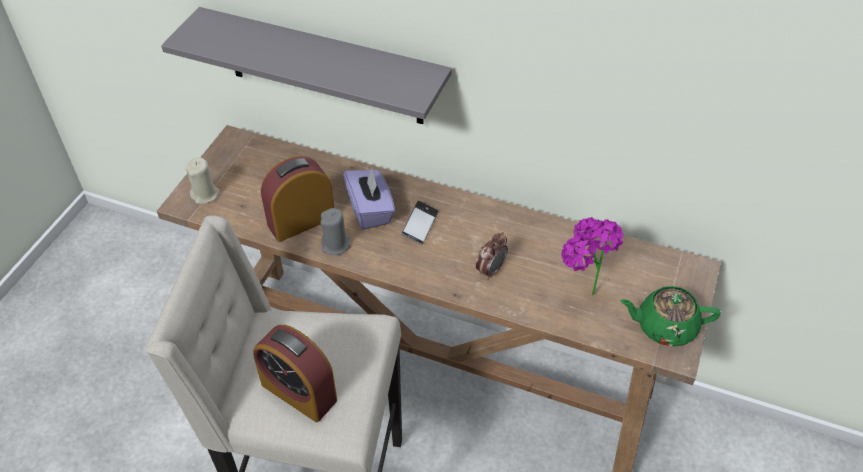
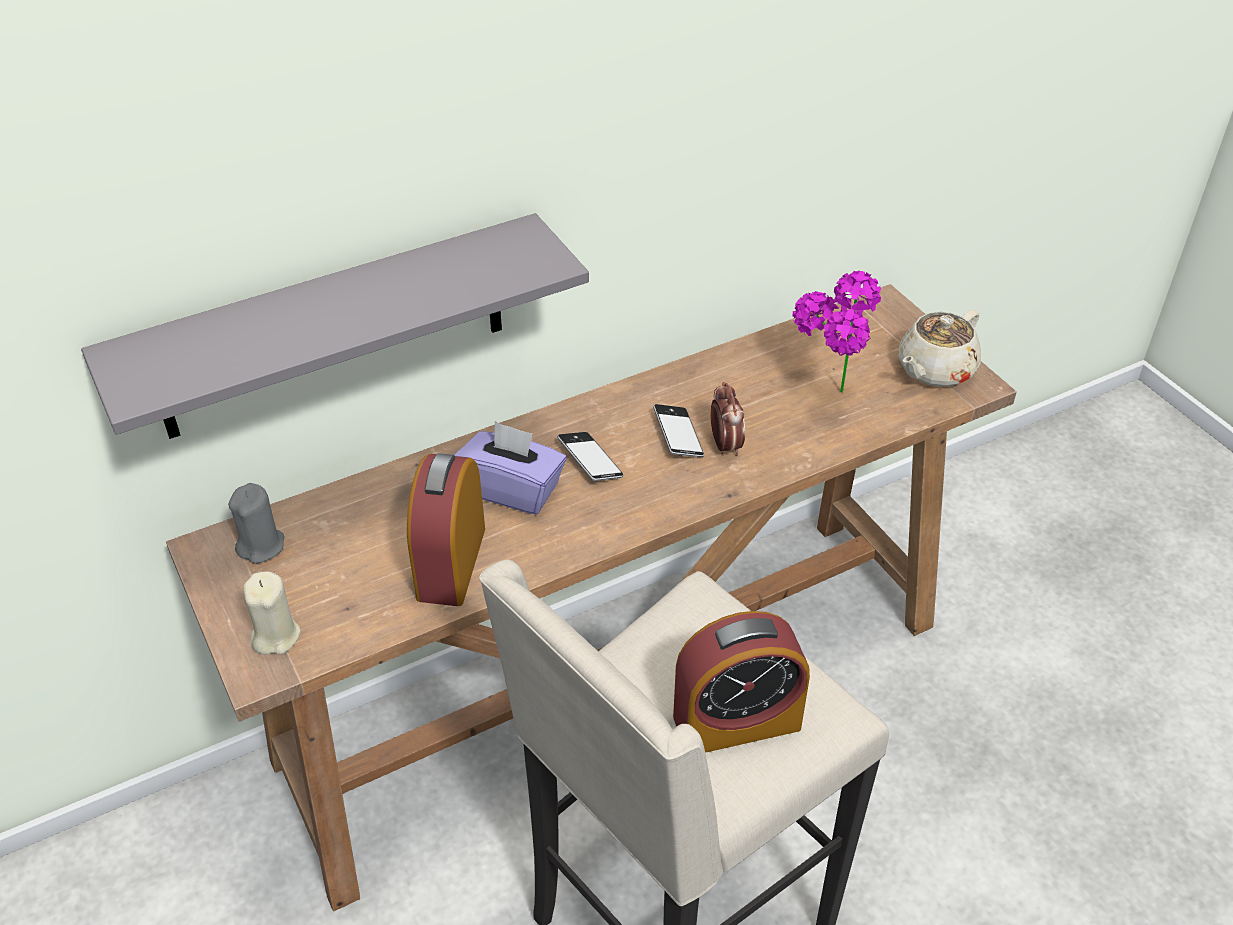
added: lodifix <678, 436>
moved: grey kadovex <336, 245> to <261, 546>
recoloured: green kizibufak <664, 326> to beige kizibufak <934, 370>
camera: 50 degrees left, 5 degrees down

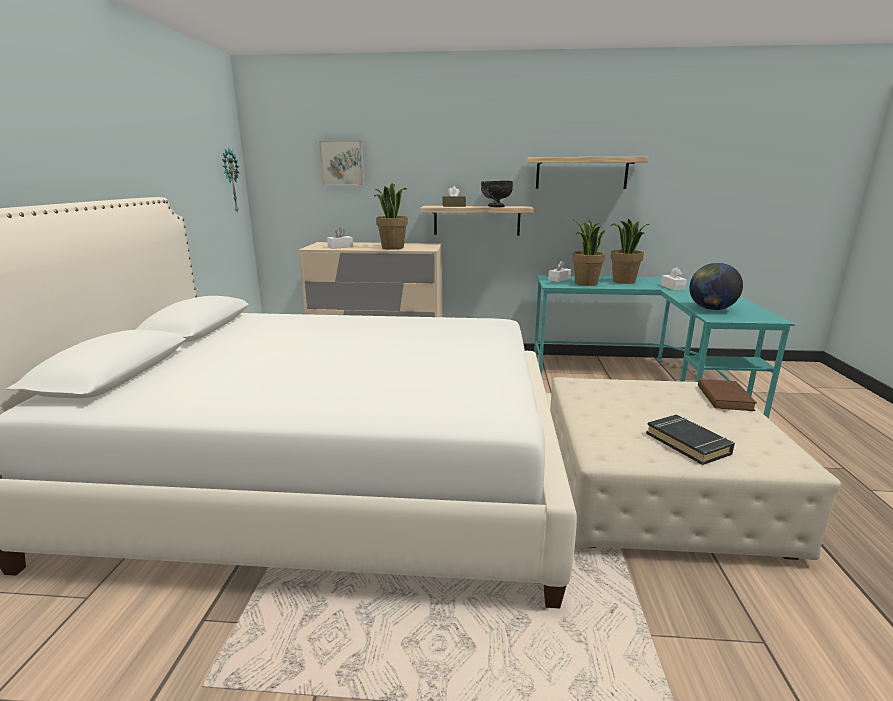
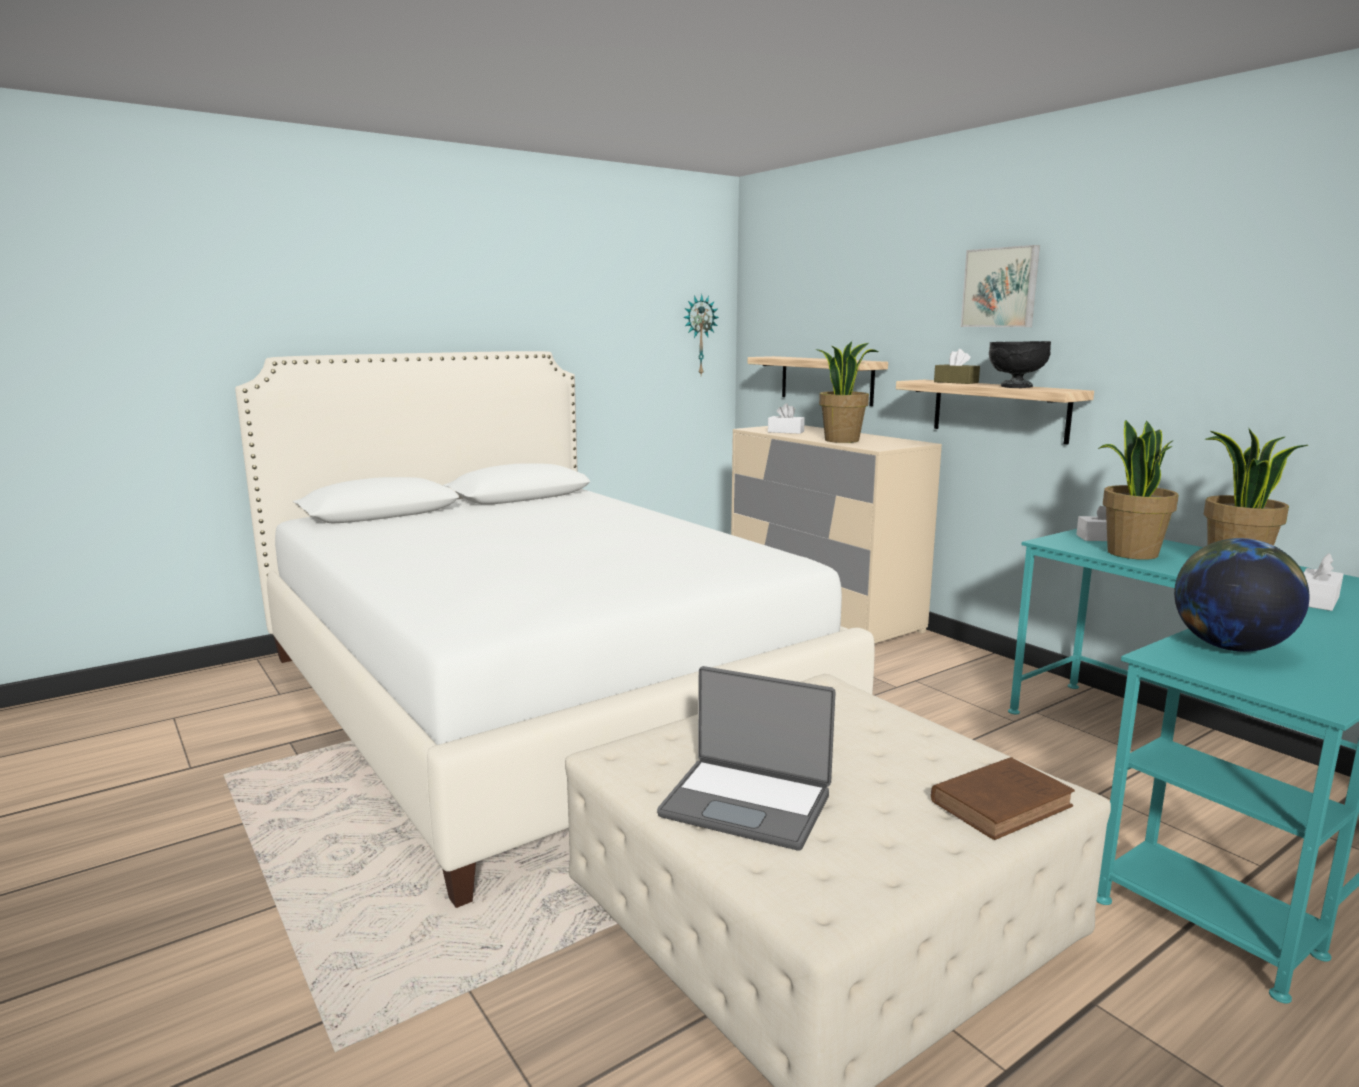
moved: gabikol <581, 173> to <826, 380>; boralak <342, 163> to <1001, 287>
replaced: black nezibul <688, 443> to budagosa <747, 803>
camera: 50 degrees right, 5 degrees down

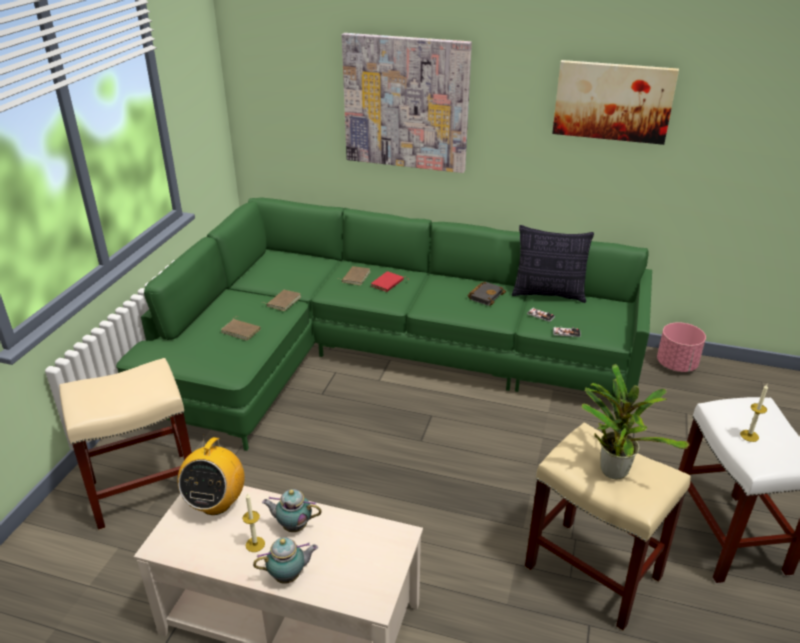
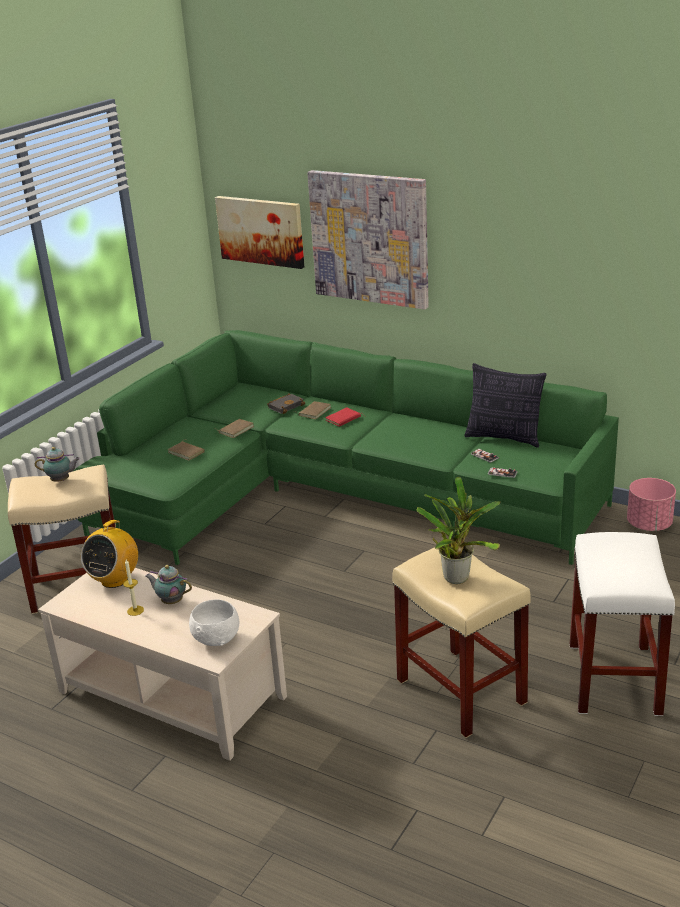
removed: kadovex <749, 435>
added: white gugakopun <217, 639>
moved: kizibufak <289, 576> to <61, 480>; boralak <613, 101> to <261, 231>; black nezibul <485, 295> to <286, 406>
camera: 15 degrees right, 5 degrees down

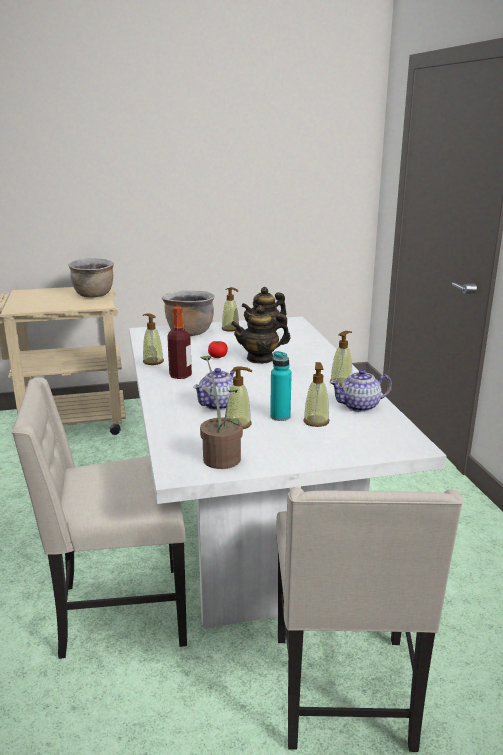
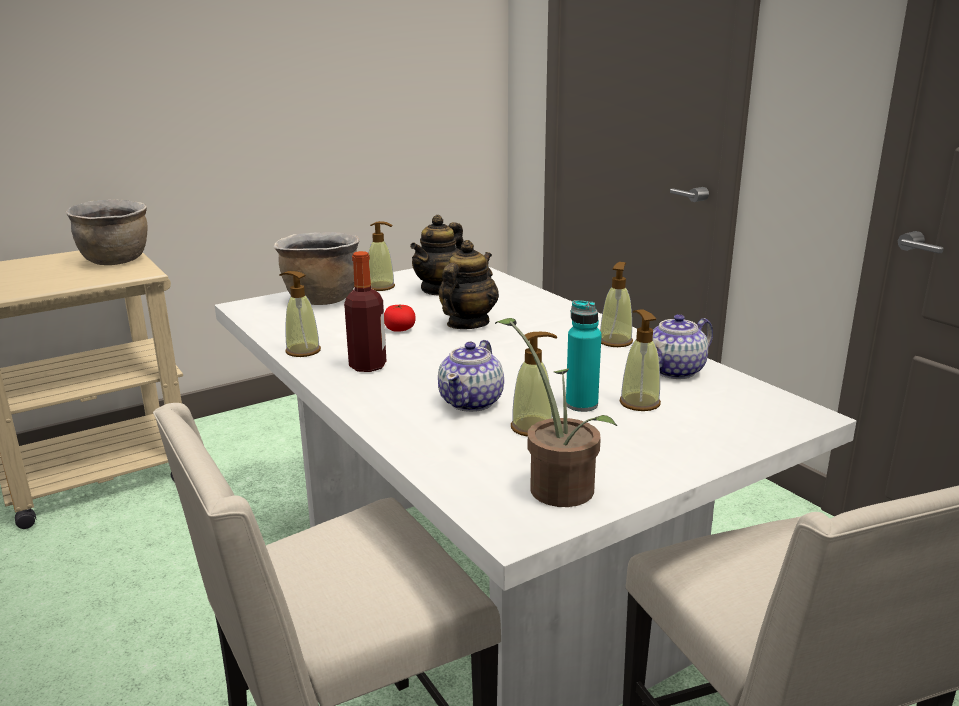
turned: kizibufak <260, 358> = <467, 324> 150 degrees clockwise
camera: 20 degrees left, 0 degrees up

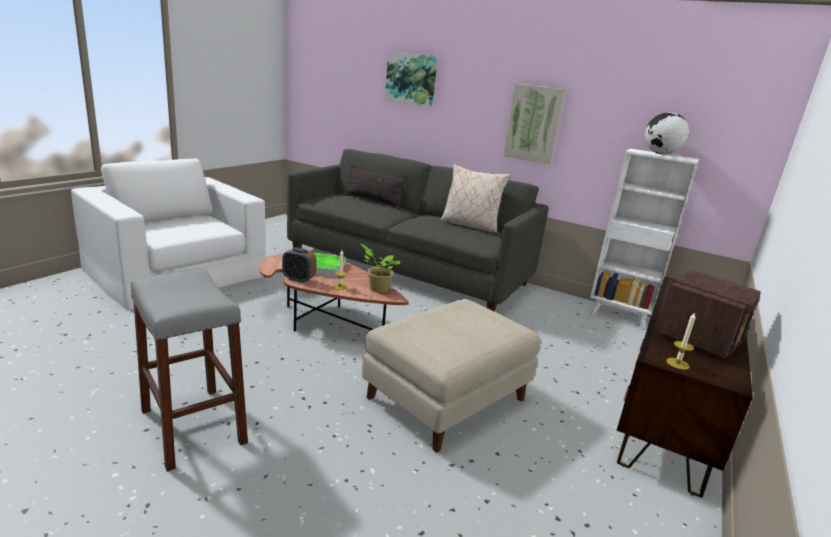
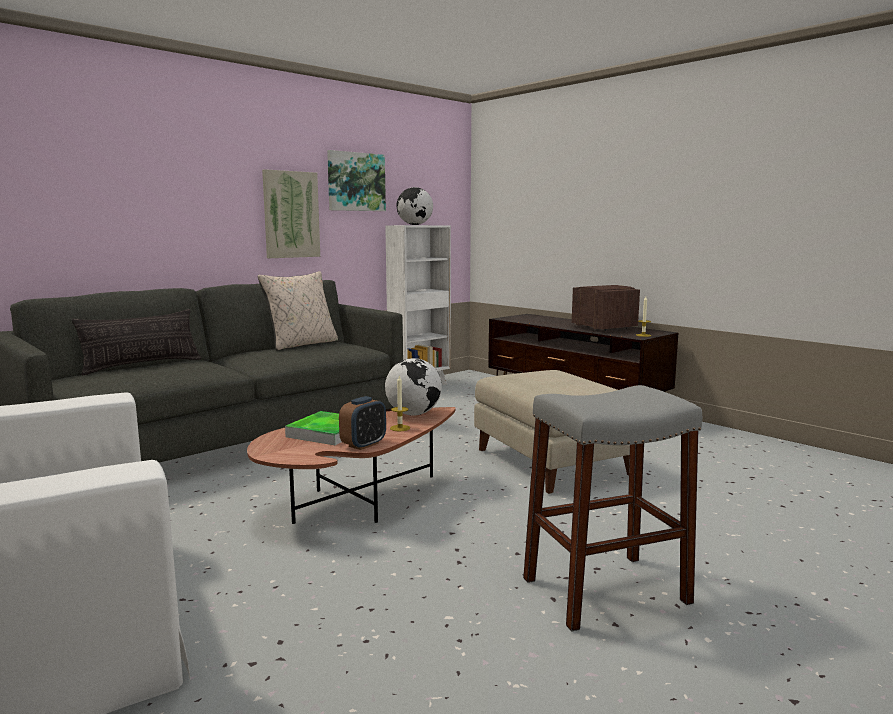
moved: boralak <411, 78> to <355, 182>
replaced: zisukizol <377, 289> to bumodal <413, 414>
camera: 70 degrees left, 10 degrees down

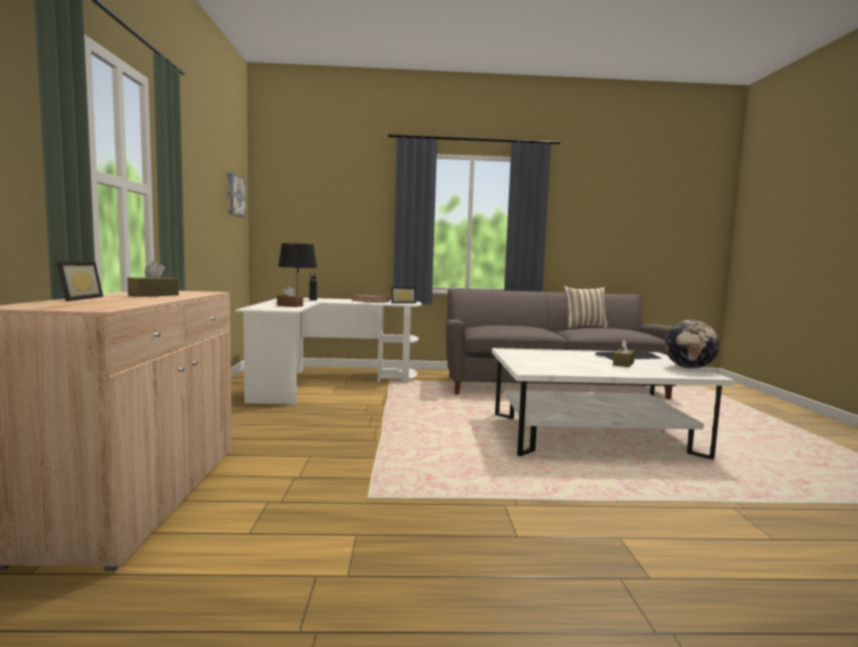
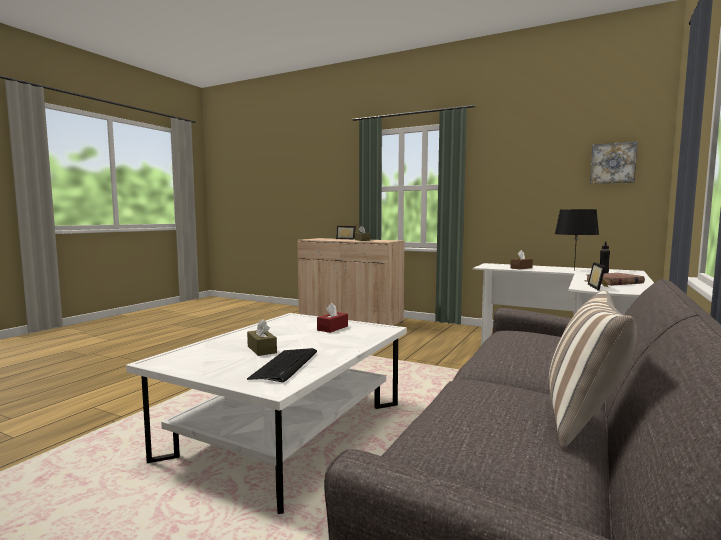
removed: bumodal <689, 368>
added: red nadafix <332, 328>
camera: 120 degrees right, 0 degrees up

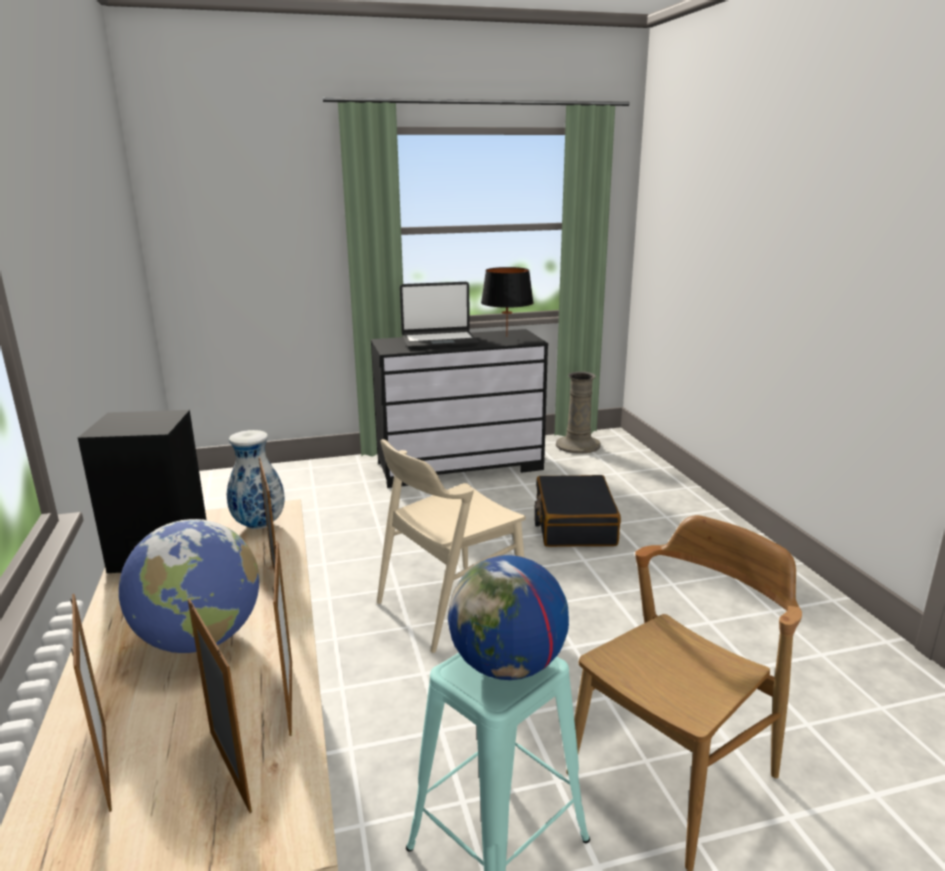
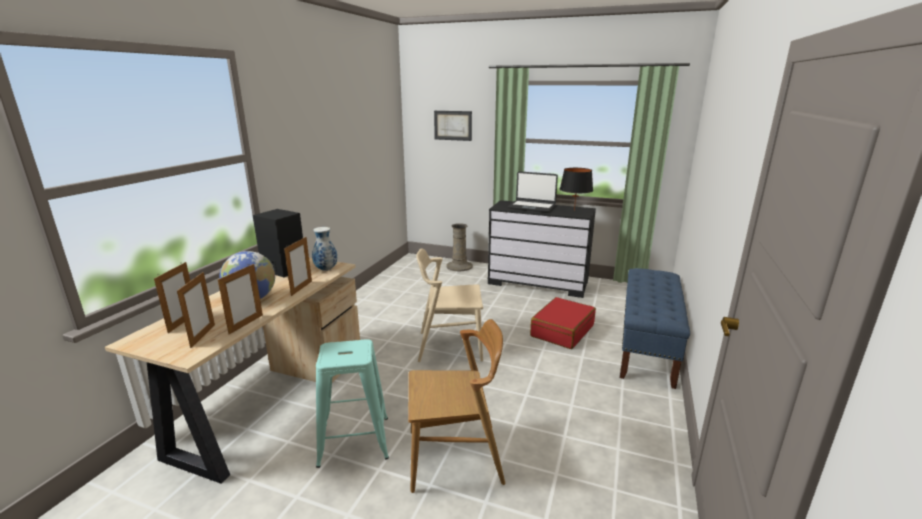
removed: bumodal <507, 666>
added: boralak <453, 125>; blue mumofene <647, 347>
moved: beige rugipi <577, 445> to <459, 266>
recoloured: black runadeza <574, 524> to red runadeza <562, 331>
camera: 35 degrees right, 0 degrees up

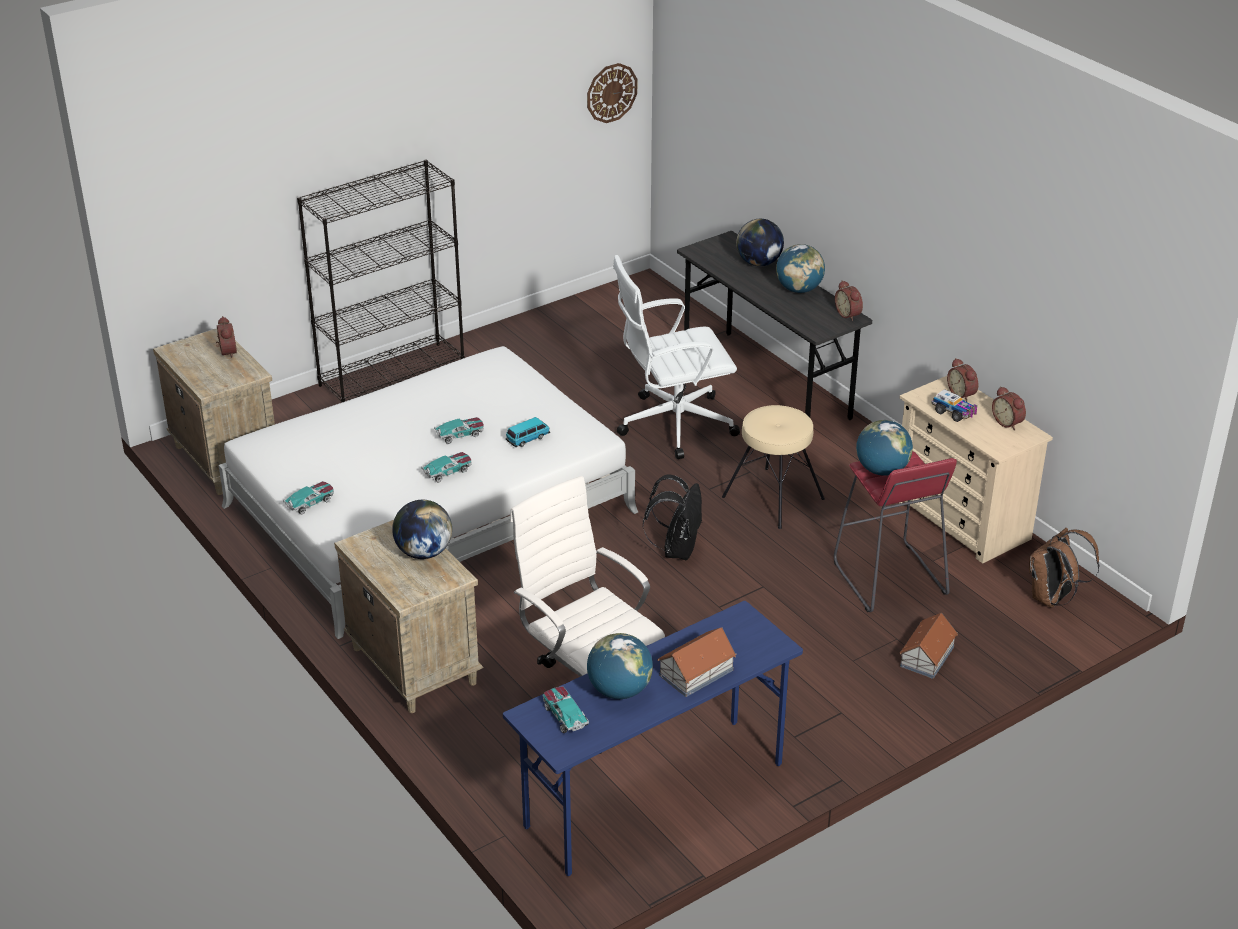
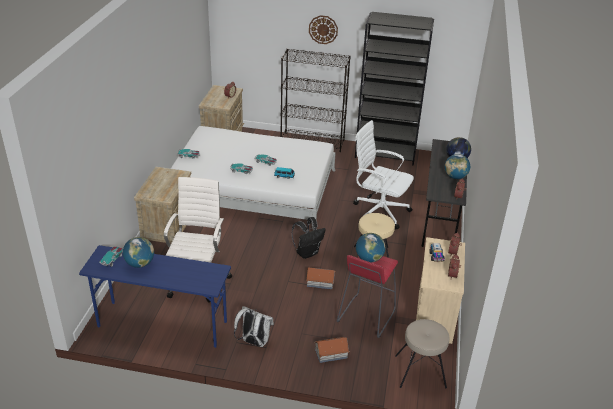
removed: bumodal <424, 552>
added: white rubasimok <254, 342>; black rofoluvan <386, 154>
moved: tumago <695, 672> to <320, 282>; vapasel <611, 92> to <323, 29>
replaced: brown rubasimok <1052, 599> to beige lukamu <420, 372>
camera: 45 degrees right, 0 degrees up

